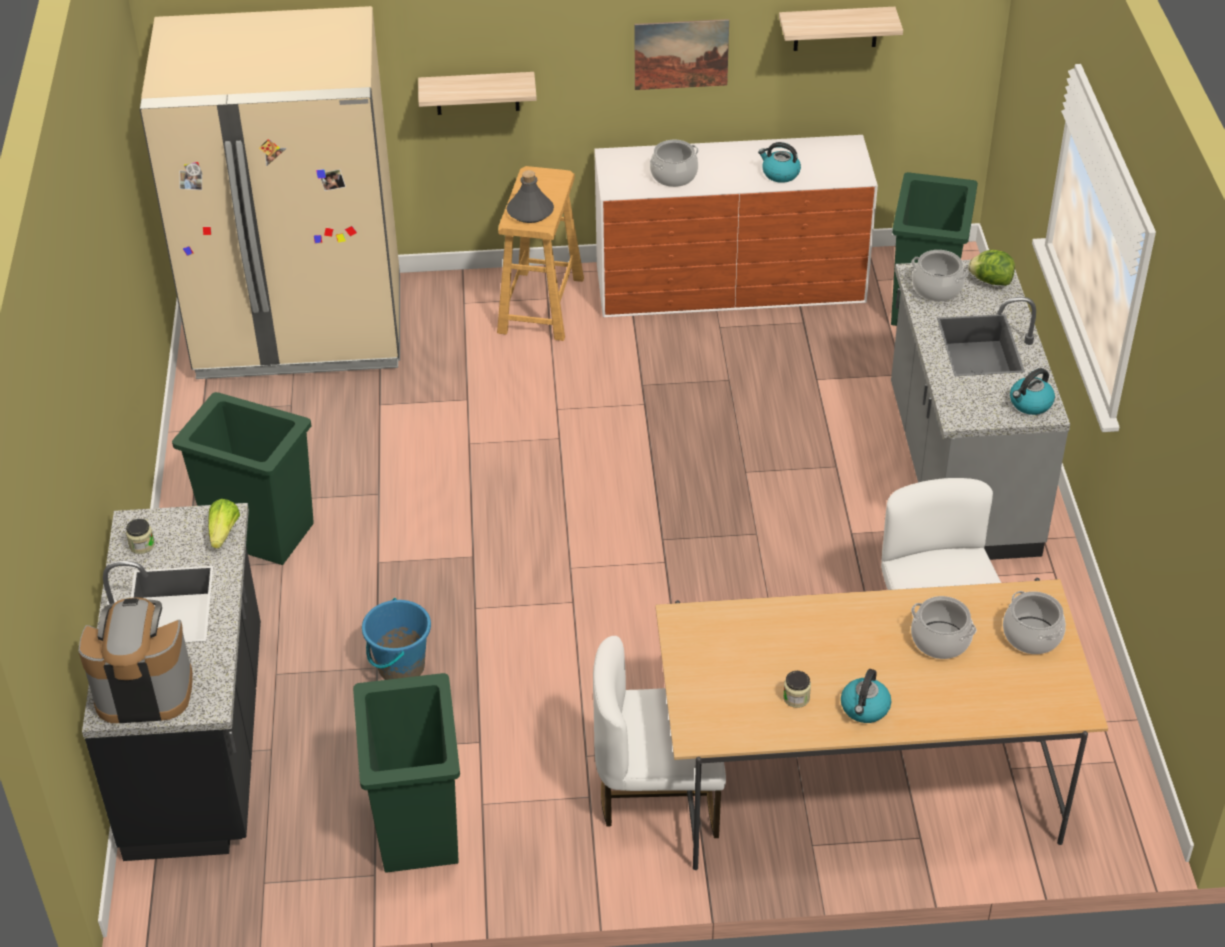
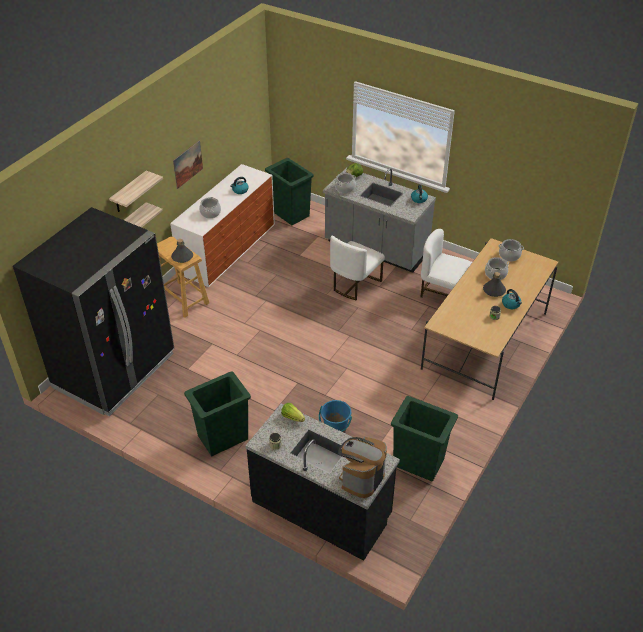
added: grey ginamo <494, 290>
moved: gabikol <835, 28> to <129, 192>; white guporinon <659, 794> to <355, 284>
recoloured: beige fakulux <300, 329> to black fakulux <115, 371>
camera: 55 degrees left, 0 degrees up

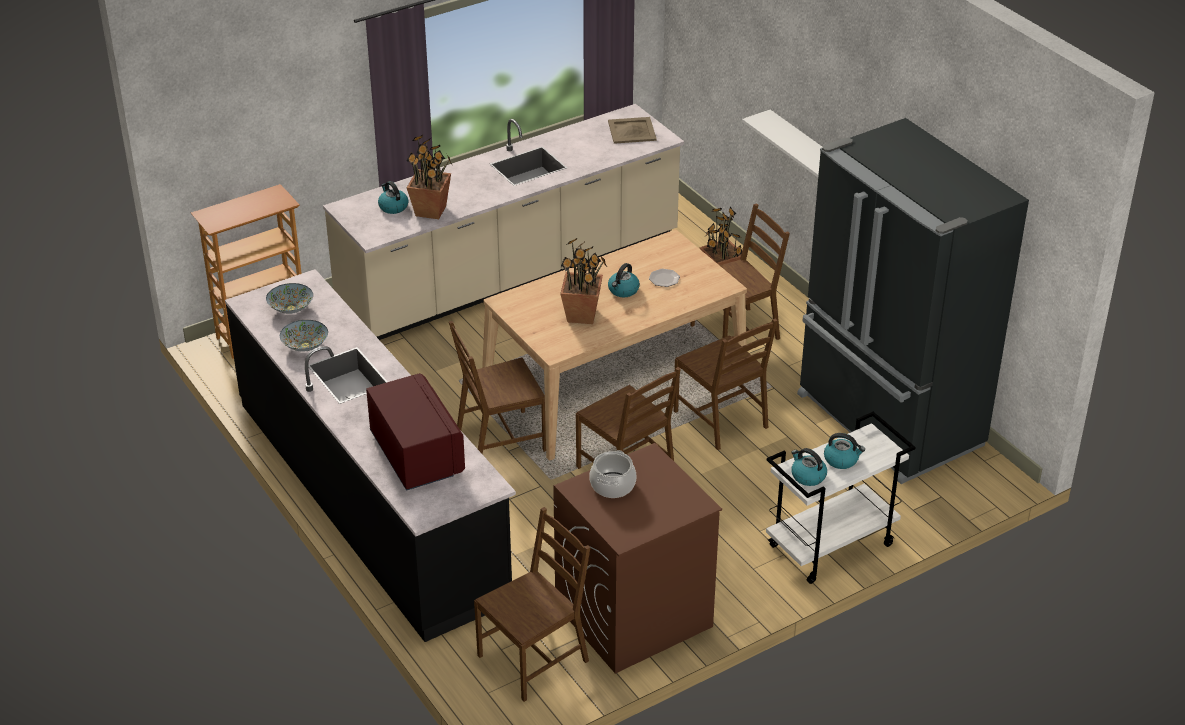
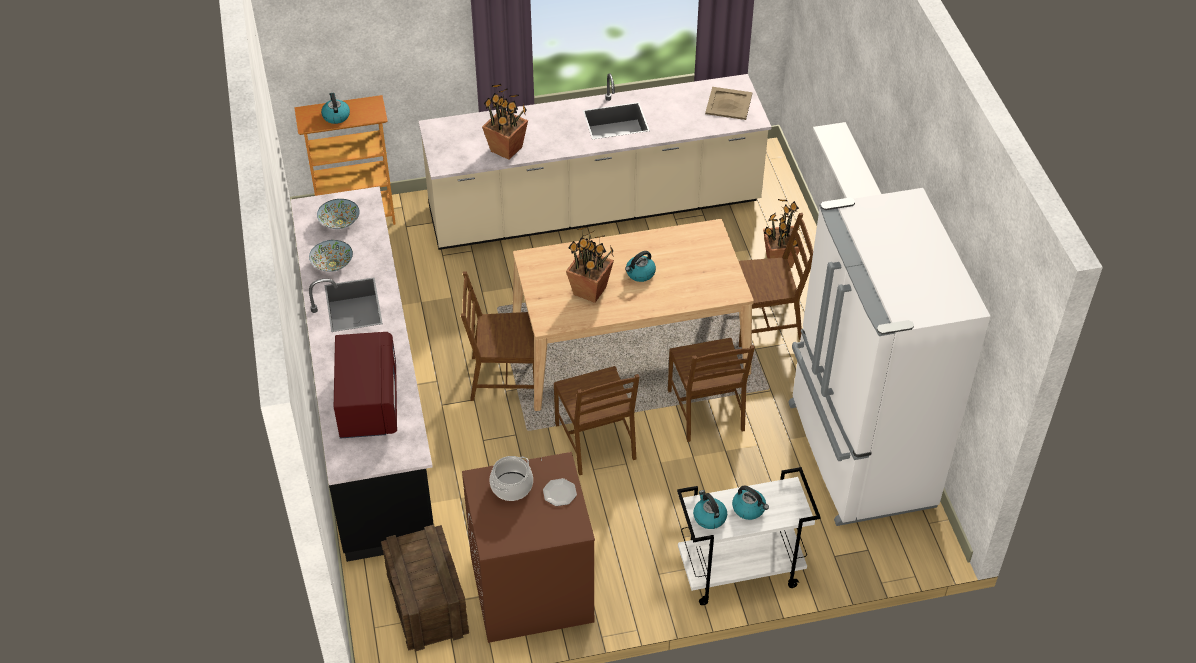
moved: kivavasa <393, 207> to <336, 116>; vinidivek <664, 279> to <559, 493>
replaced: brown guporinon <534, 658> to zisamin <428, 606>
recoloured: black fakulux <887, 422> to white fakulux <858, 455>
camera: 20 degrees right, 10 degrees up

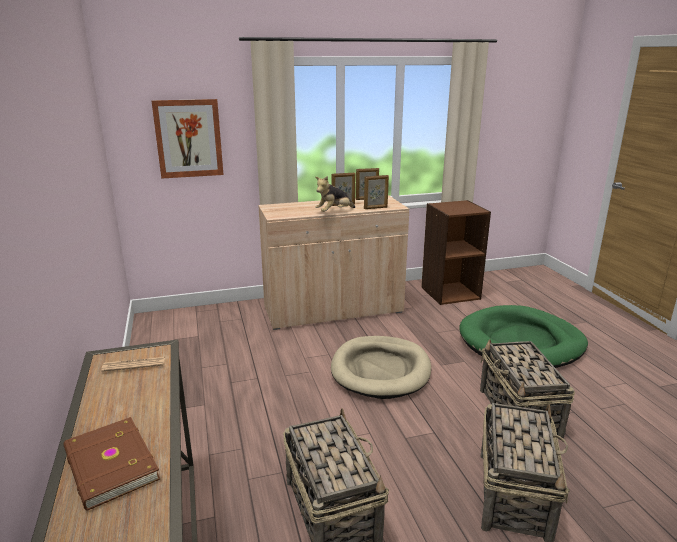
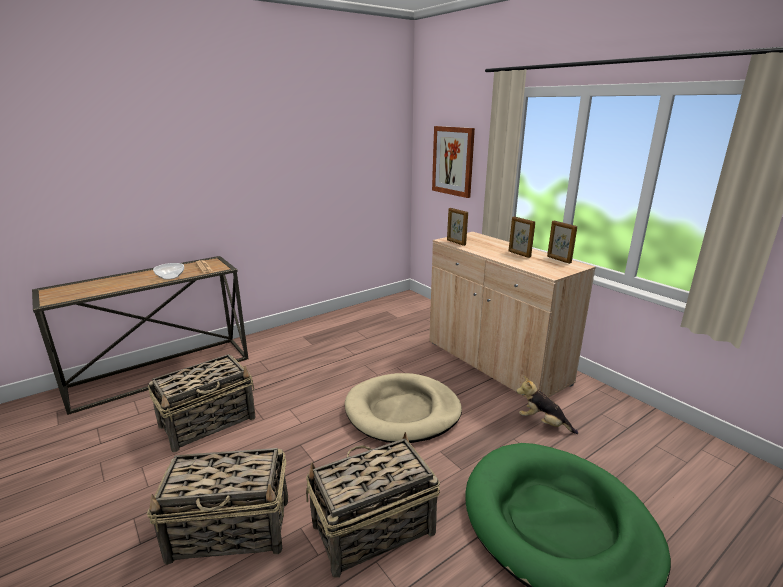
removed: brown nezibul <109, 466>; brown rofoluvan <450, 293>
added: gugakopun <170, 276>
moved: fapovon <375, 208> to <456, 242>; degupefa <334, 212> to <543, 423>
camera: 70 degrees right, 0 degrees up

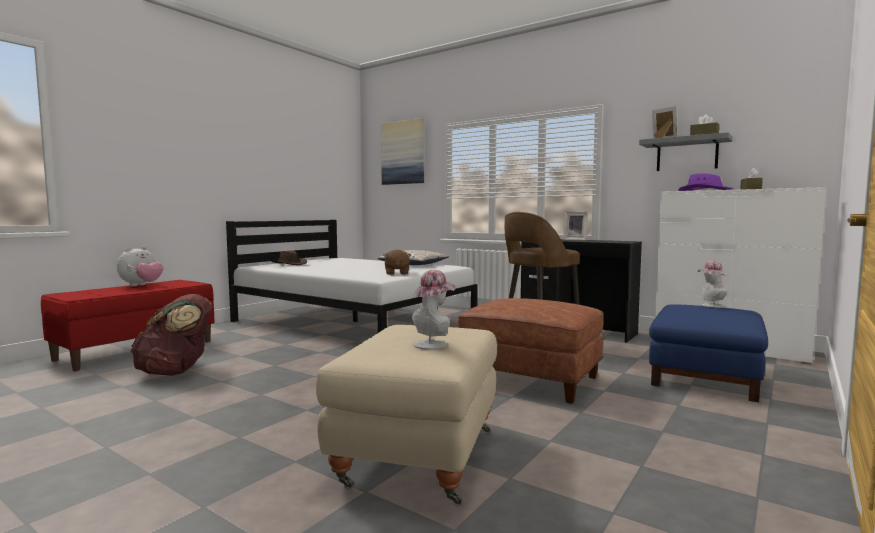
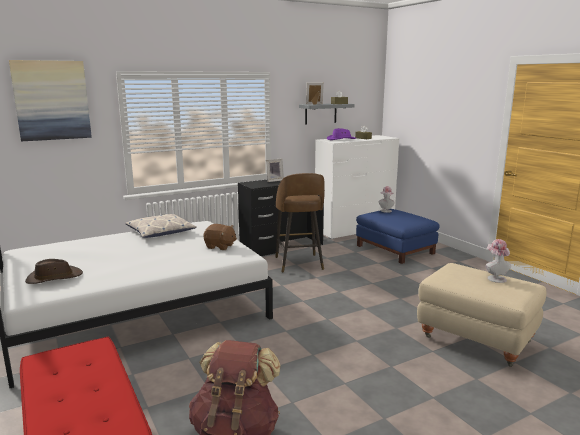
removed: degupefa <141, 285>; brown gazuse <532, 379>
camera: 65 degrees left, 10 degrees up

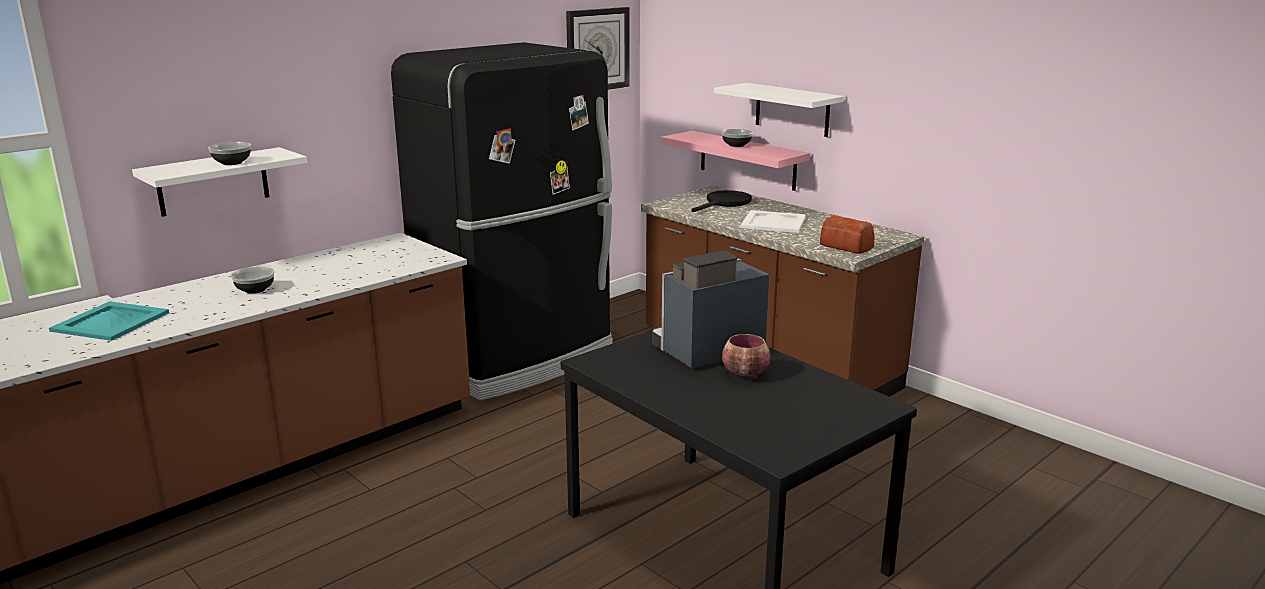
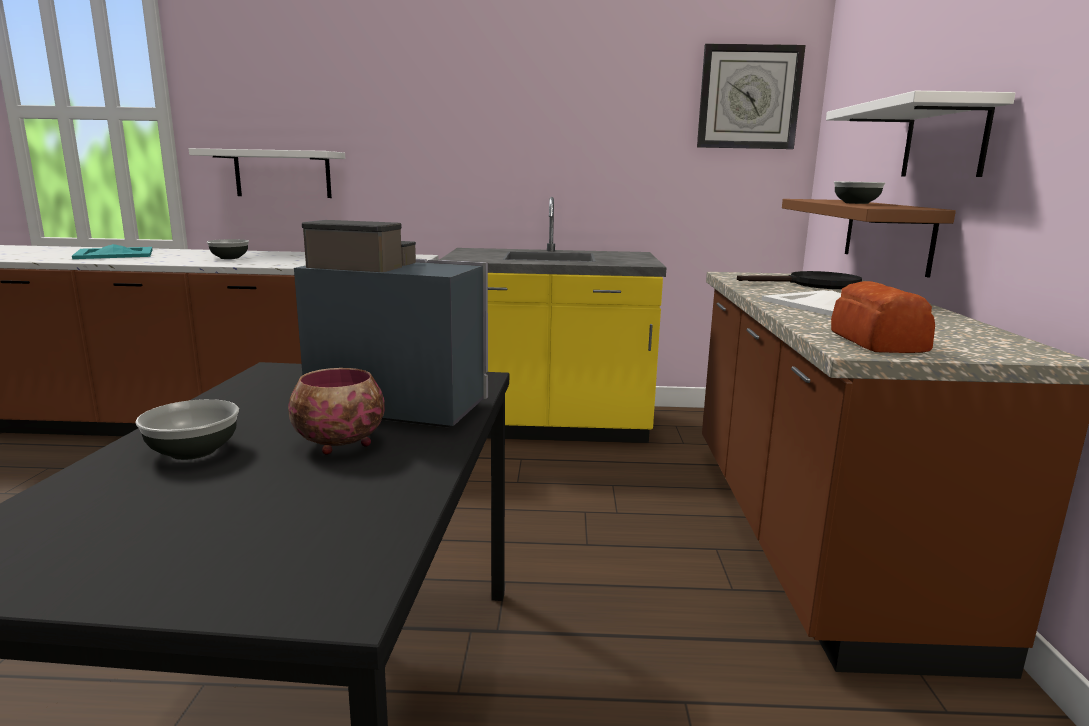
moved: gugakopun <232, 163> to <193, 451>
replaced: black fakulux <519, 359> to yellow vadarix <548, 426>
recoloured: pink gabikol <747, 160> to brown gabikol <887, 234>
camera: 45 degrees right, 5 degrees down

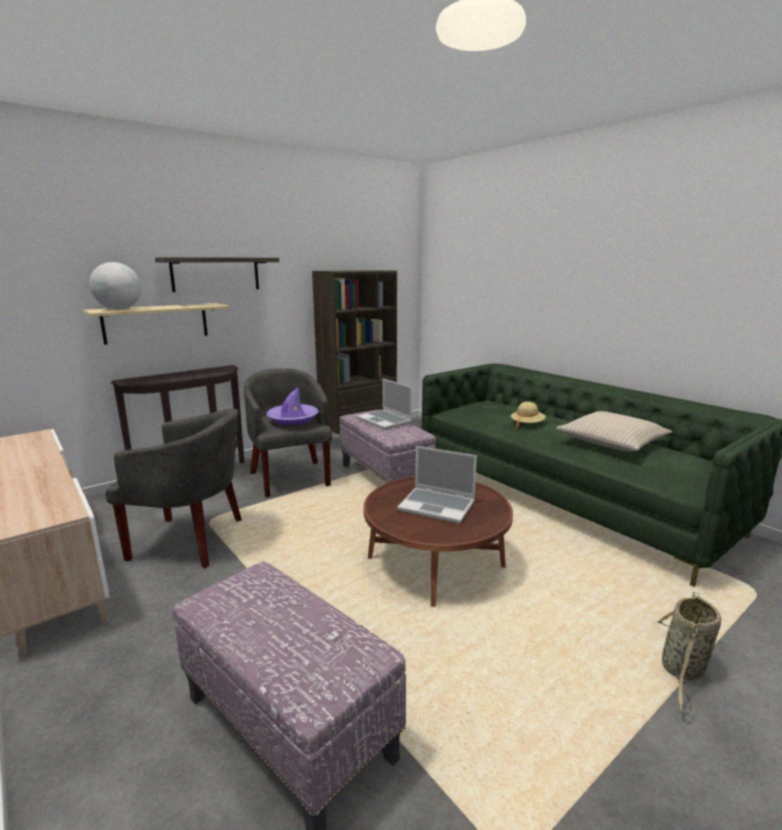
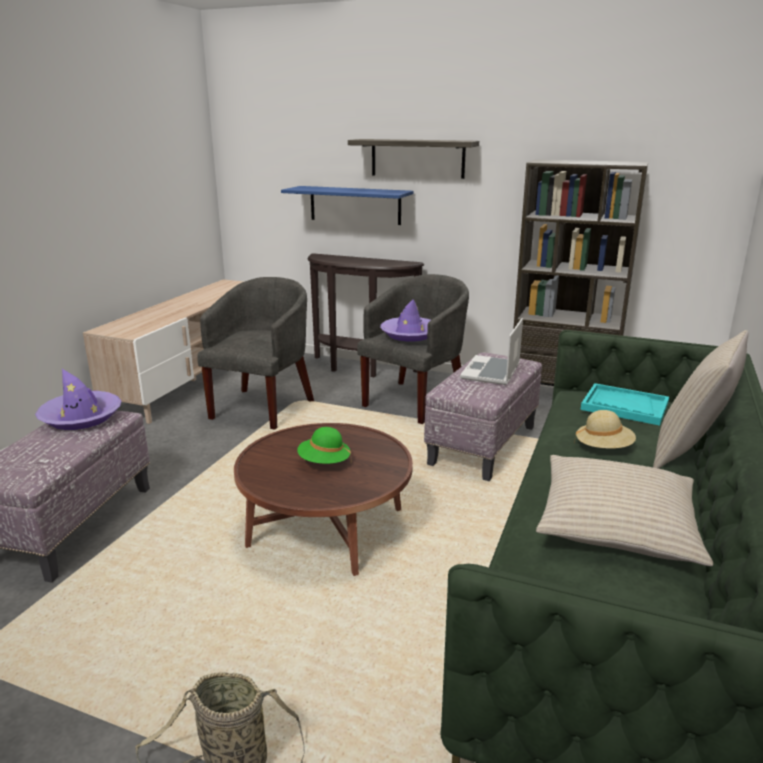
removed: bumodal <119, 309>
added: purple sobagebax <81, 417>; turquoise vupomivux <624, 406>; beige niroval <691, 450>
replaced: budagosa <438, 506> to green sobagebax <324, 462>
recoloured: beige gabikol <156, 323> to blue gabikol <355, 205>
turned: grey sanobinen <191, 540> = <263, 407> 135 degrees counterclockwise
camera: 60 degrees right, 5 degrees up

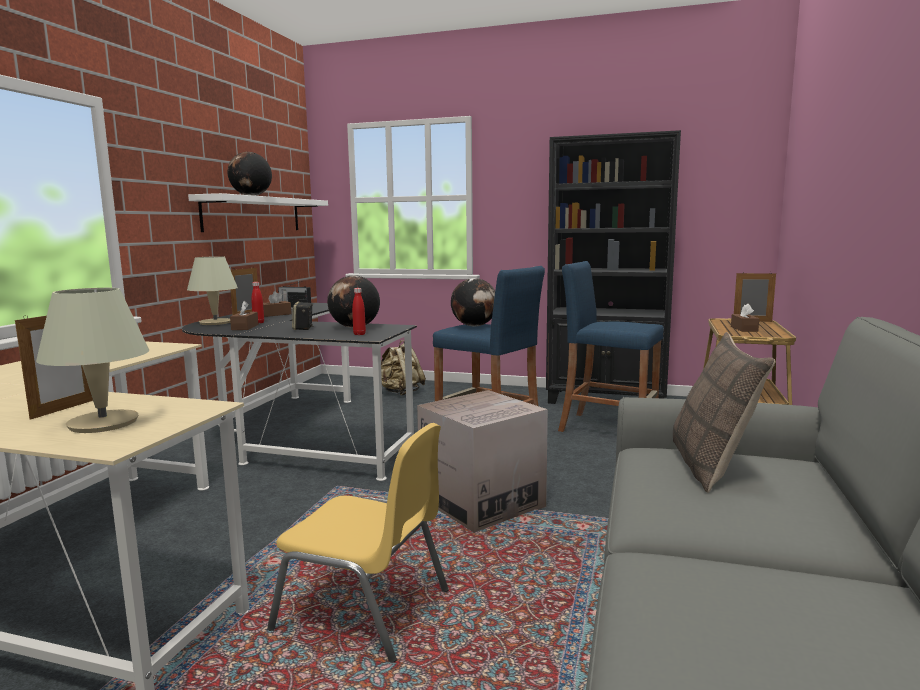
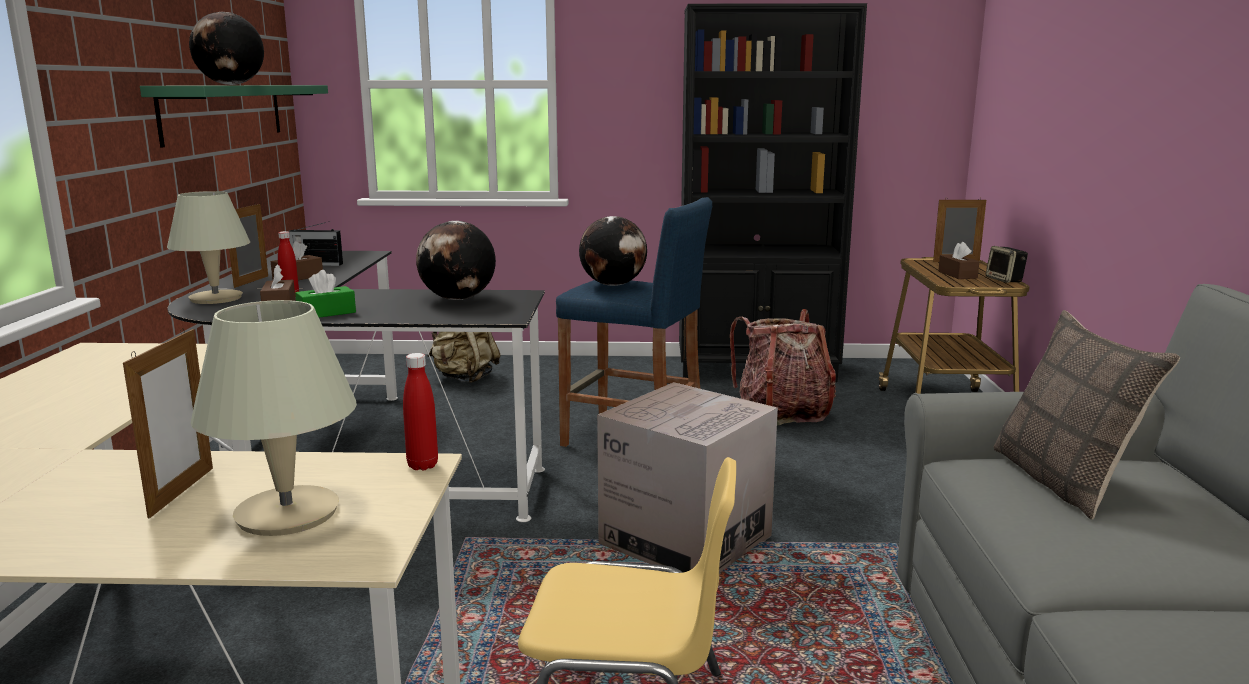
added: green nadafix <326, 313>
moved: red ginamo <359, 334> to <422, 465>; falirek <303, 328> to <1005, 280>
replaced: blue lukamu <608, 428> to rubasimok <783, 413>
recoloured: white gabikol <253, 214> to green gabikol <224, 112>
camera: 15 degrees left, 5 degrees up

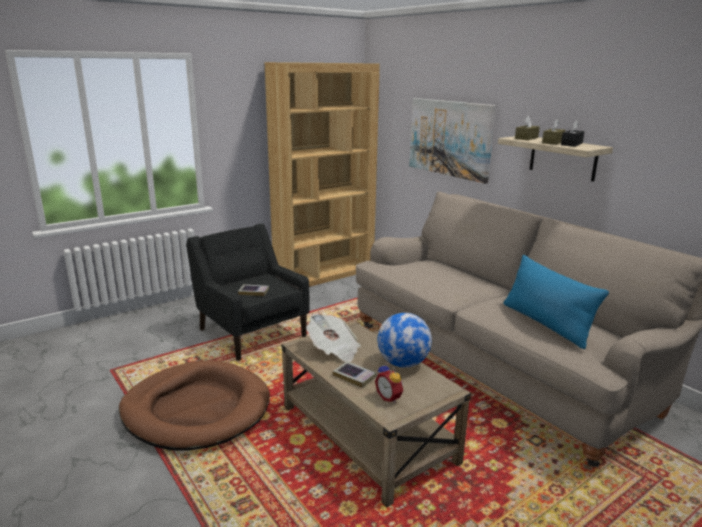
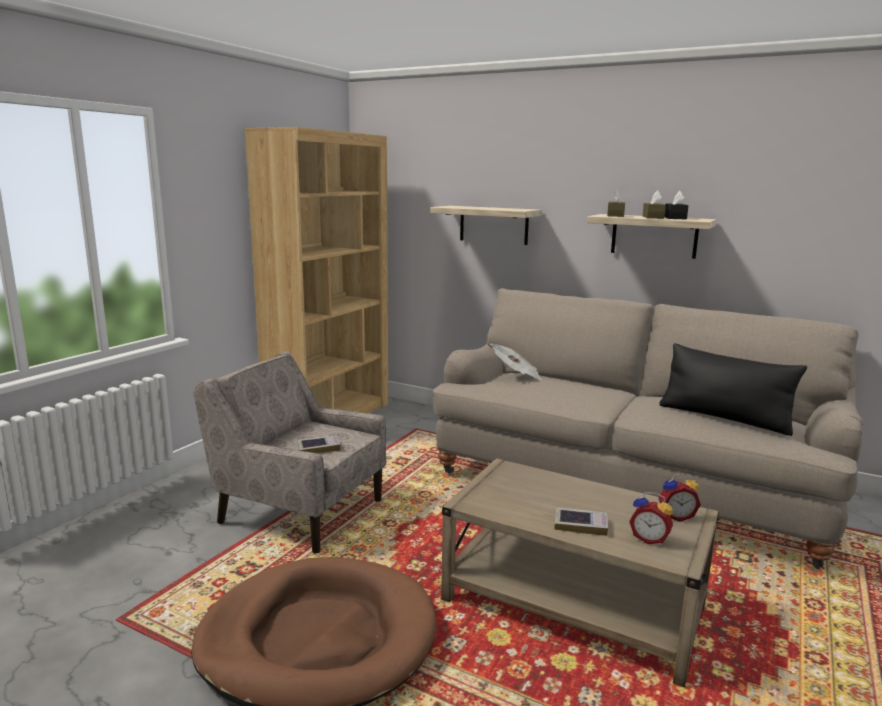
removed: bumodal <403, 363>
added: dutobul <676, 516>
moved: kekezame <334, 350> to <516, 375>
replaced: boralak <450, 138> to gabikol <493, 225>
recoloured: black sanobinen <252, 332> to beige sanobinen <300, 510>; blue niroval <546, 323> to black niroval <724, 418>
camera: 25 degrees left, 5 degrees down

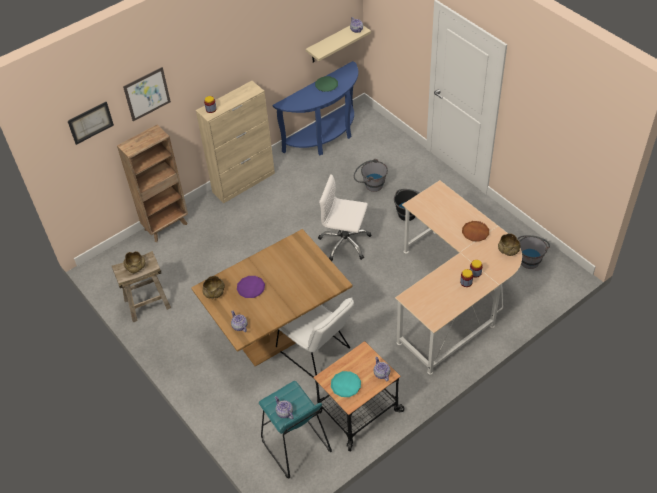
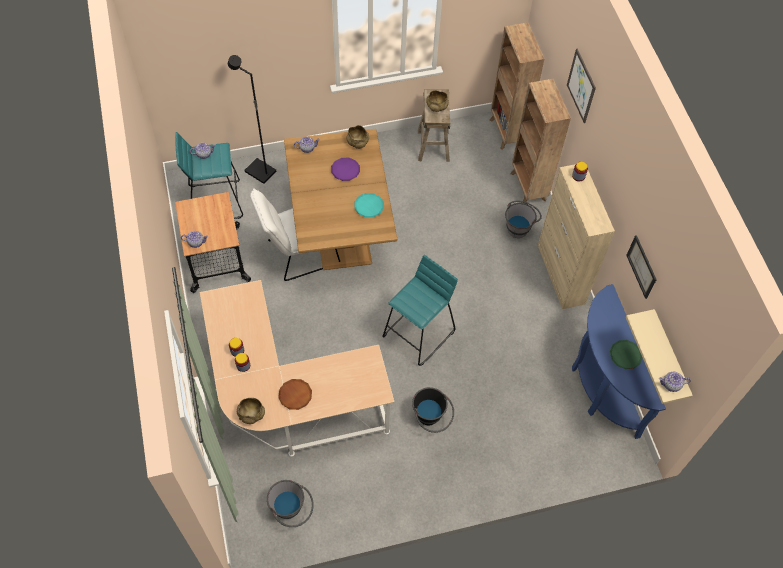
added: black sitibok <259, 172>; brown rofoluvan <506, 133>
moved: turquoise vinidivek <346, 385> to <369, 206>; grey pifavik <370, 185> to <519, 226>; boralak <90, 122> to <641, 266>
replaced: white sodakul <344, 243> to turquoise lukamu <419, 333>
camera: 110 degrees right, 10 degrees up

